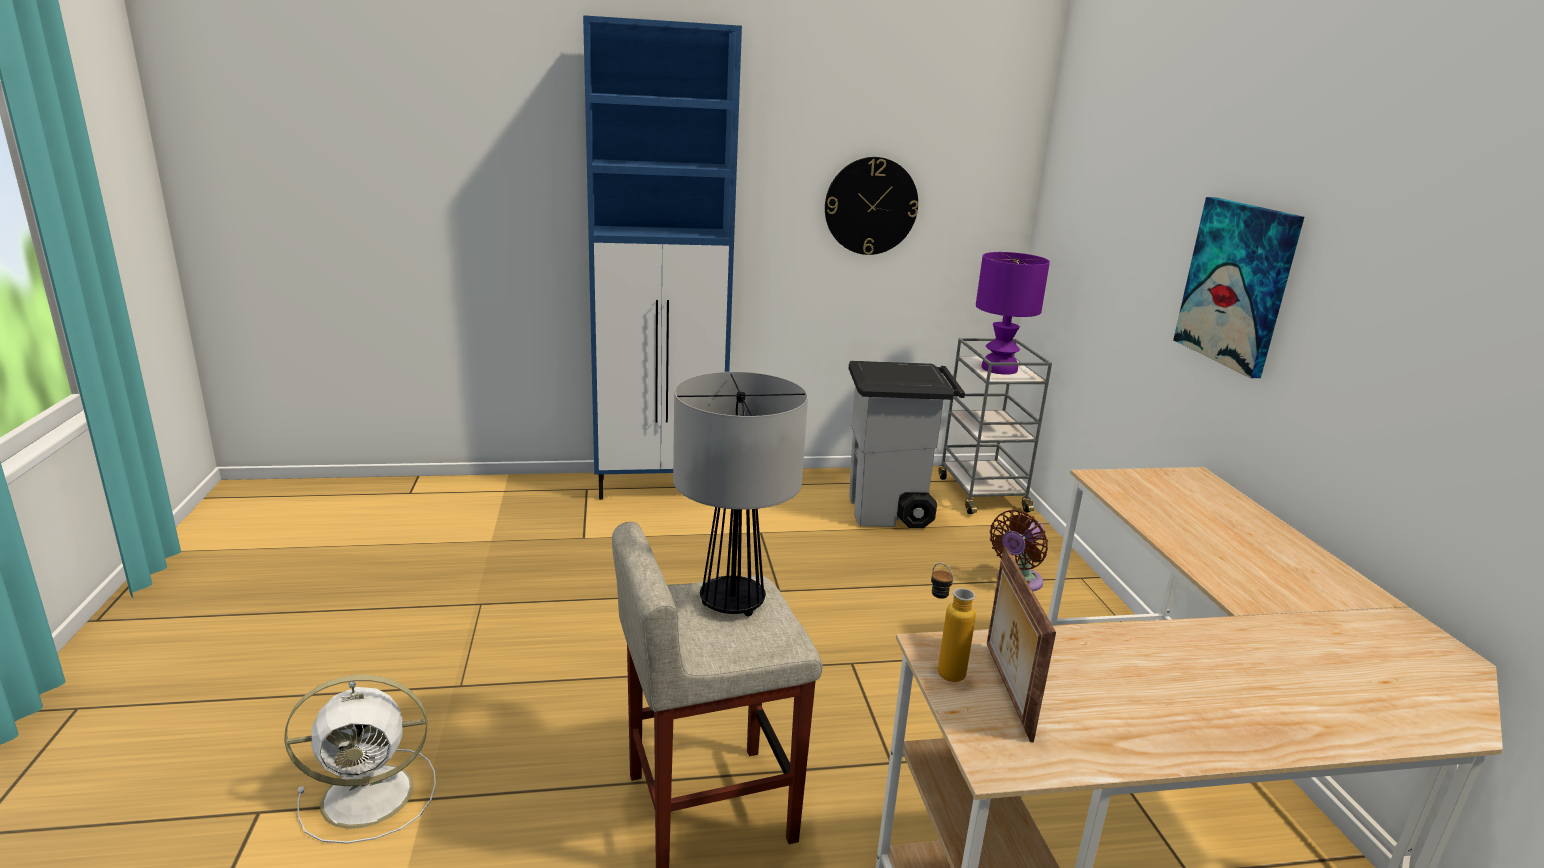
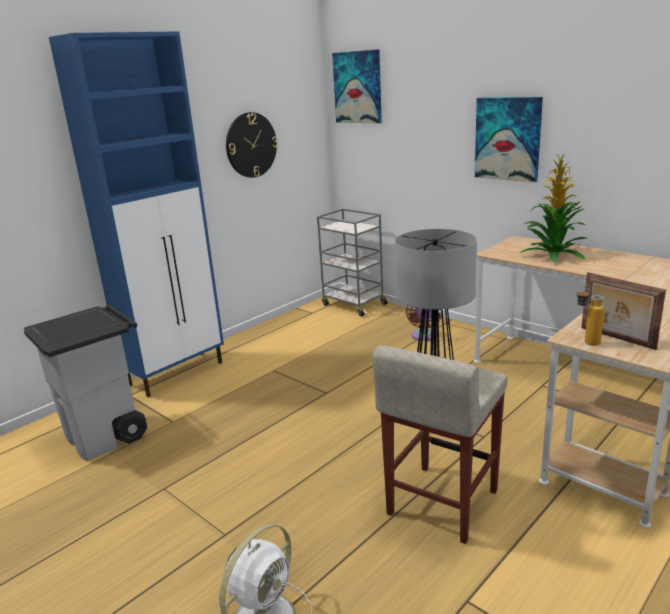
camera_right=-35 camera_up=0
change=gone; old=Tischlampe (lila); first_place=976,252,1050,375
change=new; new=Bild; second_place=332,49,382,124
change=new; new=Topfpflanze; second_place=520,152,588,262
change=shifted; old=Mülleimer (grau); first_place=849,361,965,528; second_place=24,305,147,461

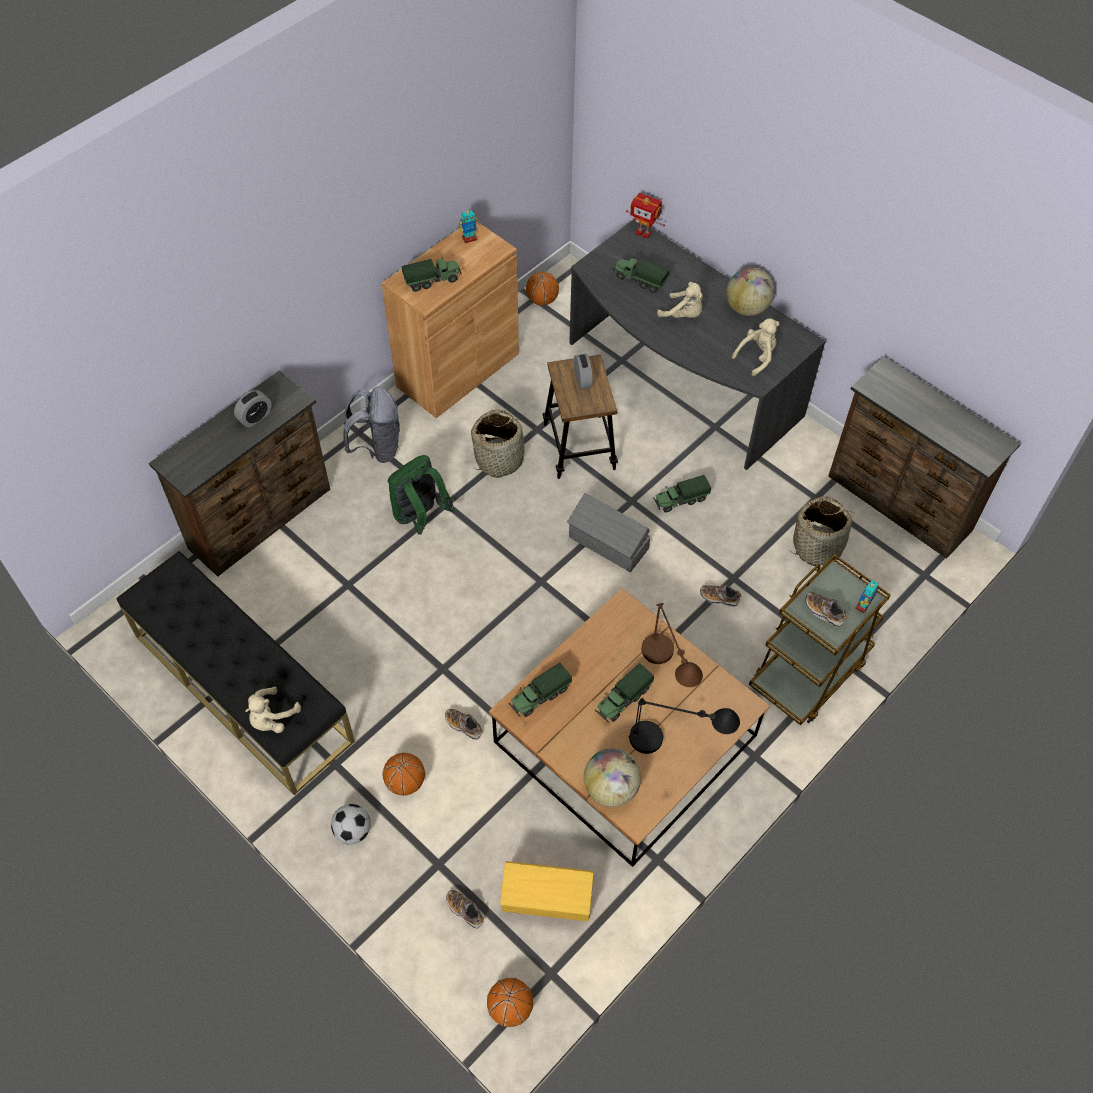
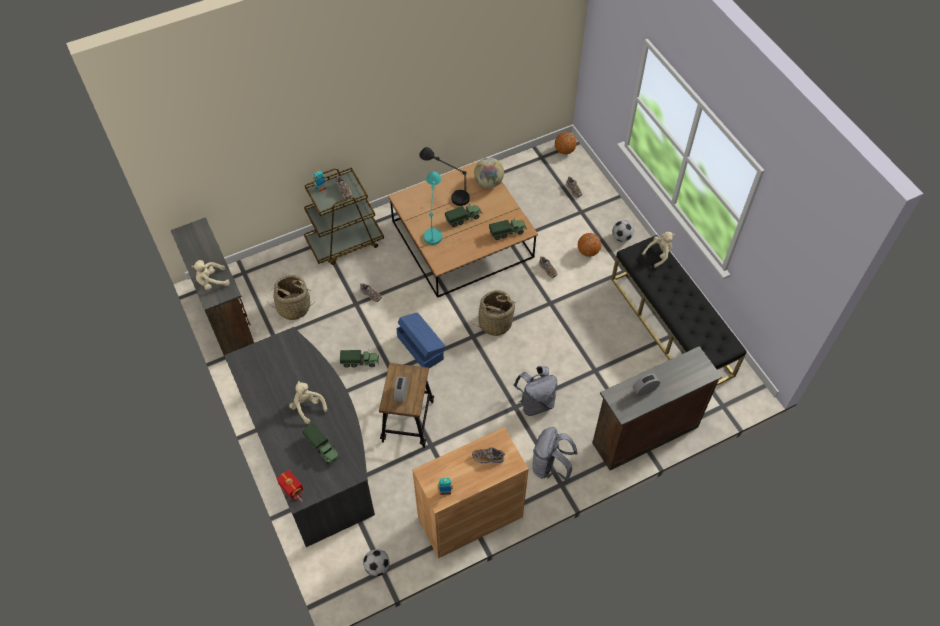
camera_right=-160 camera_up=0
change=gone; old=Aufbewahrungsbox (gelb); first_place=500,861,594,921
change=gone; old=Globus; first_place=726,268,774,316
change=shifted; old=Korb; first_place=471,409,531,478; second_place=472,290,516,336
change=shifted; old=Plüschtier (beige); first_place=732,319,779,376; second_place=192,260,230,290
change=swapped; old=Spielzeuglaster; new=Schuh; first_place=402,257,462,292; second_place=472,447,505,464
change=swapped; old=Basketball; new=Fußball; first_place=526,272,559,306; second_place=363,549,390,576
change=repainted; old=Rucksack (grün); new=Rucksack (grau); first_place=388,455,455,535; second_place=513,366,557,416
change=repainted; old=Aufbewahrungsbox (grau); new=Aufbewahrungsbox (blau); first_place=567,493,651,572; second_place=396,312,446,368
change=repainted; old=Tischlampe (braun); new=Tischlampe (türkis); first_place=642,603,703,687; second_place=423,171,442,245

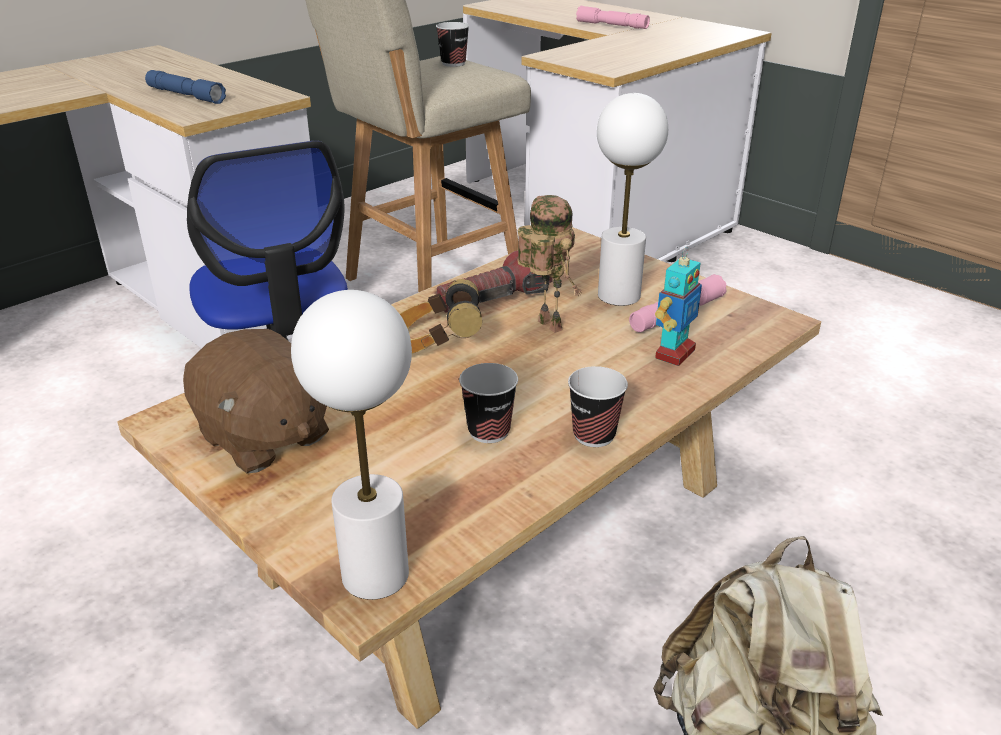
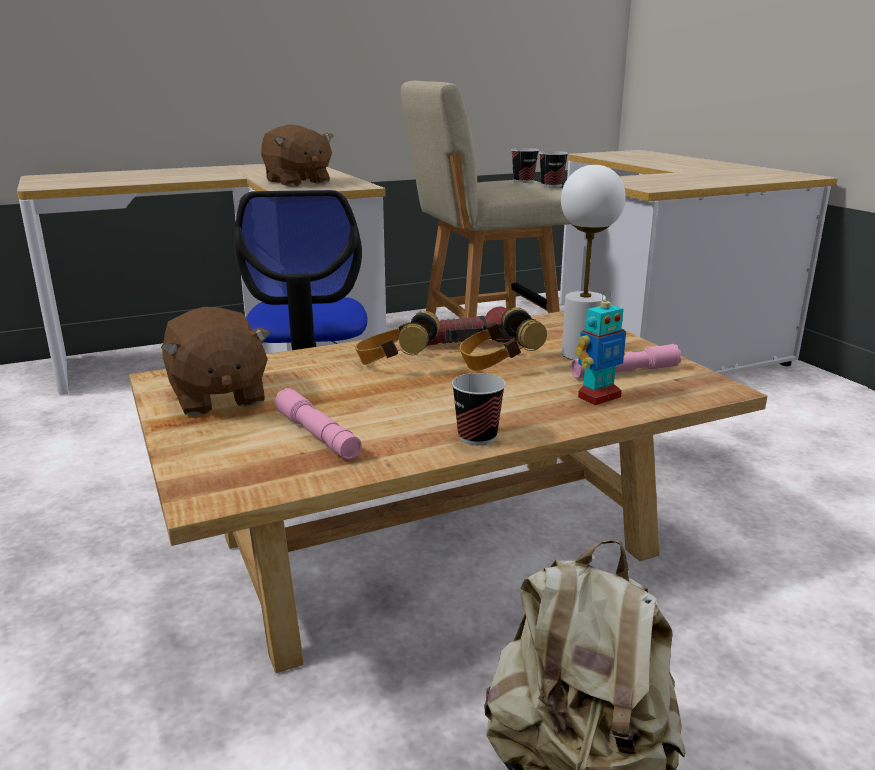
camera_right=20 camera_up=-10
change=gone; old=Tischlampe (weiß); first_place=291,290,412,600
change=shifted; old=Tasse; first_place=459,363,518,443; second_place=539,151,568,187
change=shifted; old=Taschenlampe (rosa); first_place=576,6,650,29; second_place=274,388,362,460
change=swapped; old=Taschenlampe (blau); new=Plüschtier (braun); first_place=145,70,226,104; second_place=261,125,334,187
change=swapped; old=Spielzeugroboter; new=Kopfhörer; first_place=517,195,582,333; second_place=459,307,547,370

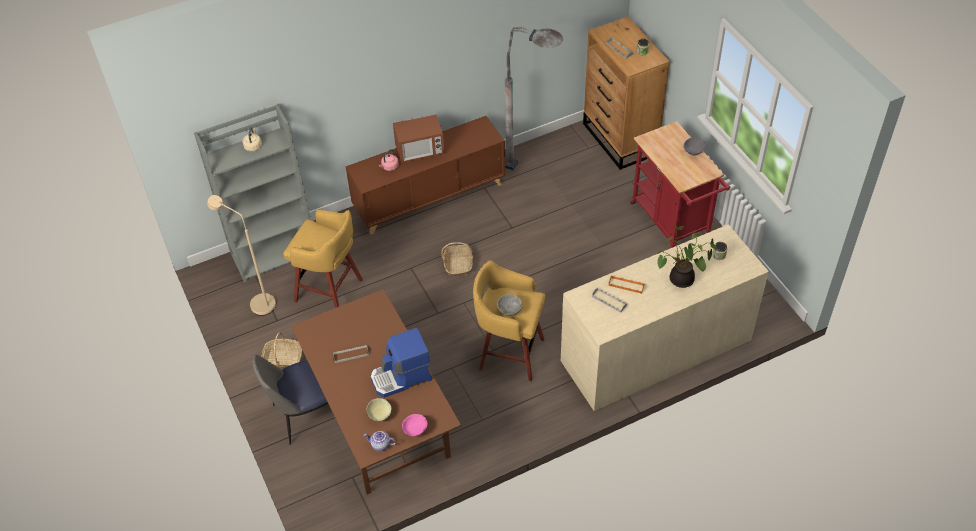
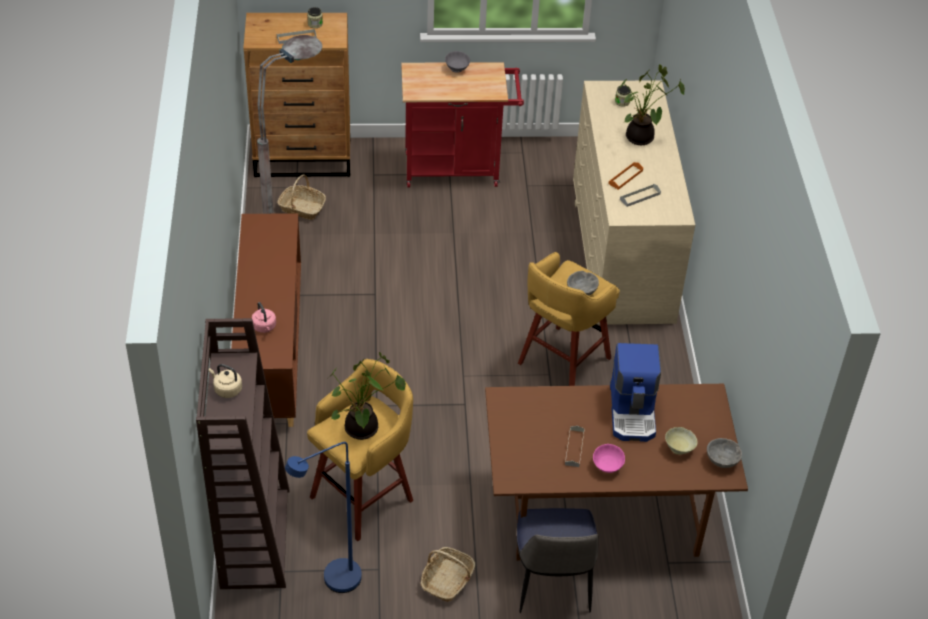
camera_right=-70 camera_up=-5
change=gone; old=Mikrowelle; first_place=393,114,445,163
change=new; new=Topfpflanze; second_place=327,352,406,440
change=shifted; old=Schüssel (rosa); first_place=402,414,428,437; second_place=593,444,625,473
change=shifted; old=Korb; first_place=441,242,473,276; second_place=277,174,326,220
change=swapped; old=Teekanne; new=Schüssel (grau); first_place=364,431,396,451; second_place=707,438,742,468
change=repainted; old=Bücherregal (grau); new=Bücherregal (braun); first_place=194,104,311,282; second_place=196,318,290,589
change=repainted; old=Stehlampe (beige); new=Stehlampe (blau); first_place=207,195,276,316; second_place=285,442,362,593

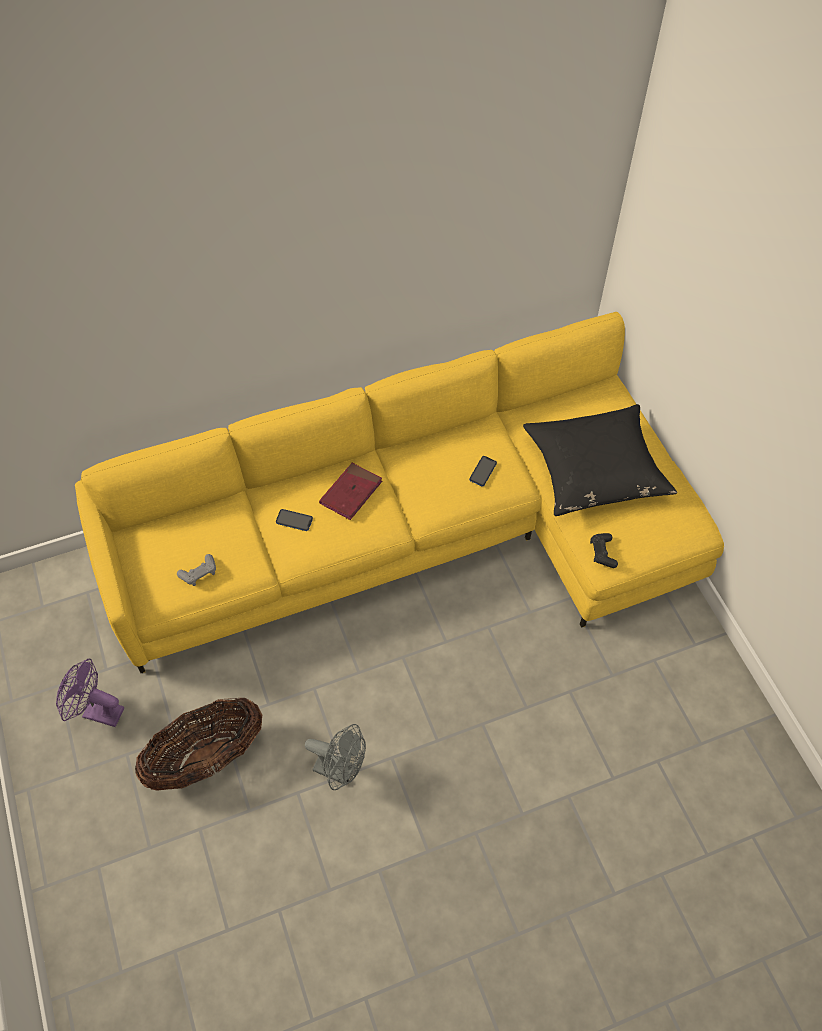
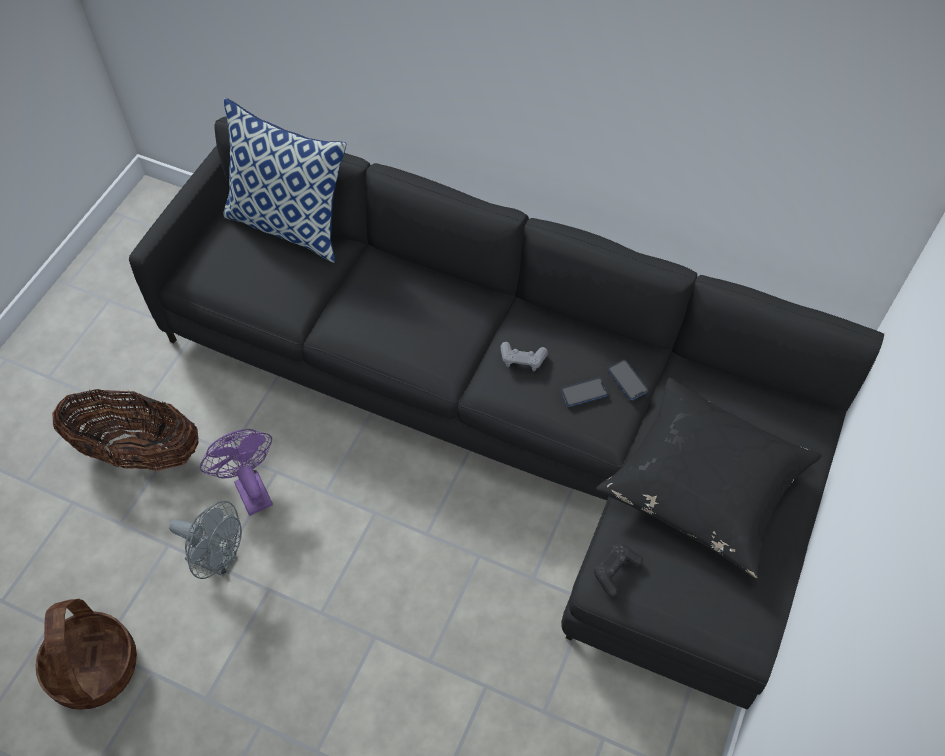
camera_right=45 camera_up=0
change=gone; old=Buch (rot); first_place=319,463,382,520
change=new; new=Korb; second_place=36,599,137,710
change=new; new=Kissen; second_place=223,98,346,262
change=shifted; old=Ventilator (lila); first_place=56,658,124,727; second_place=200,429,273,516
change=shifted; old=Gamepad (grau); first_place=177,554,216,586; second_place=501,342,548,371
change=shifted; old=Handy; first_place=276,509,313,531; second_place=608,360,648,400
change=repainted; old=Sofa (gelb); new=Sofa (schwarz); first_place=75,312,724,673; second_place=129,116,884,709
change=rotated; old=Ventilator (grau); first_place=305,724,366,790; second_place=169,501,242,579; degrees=-45

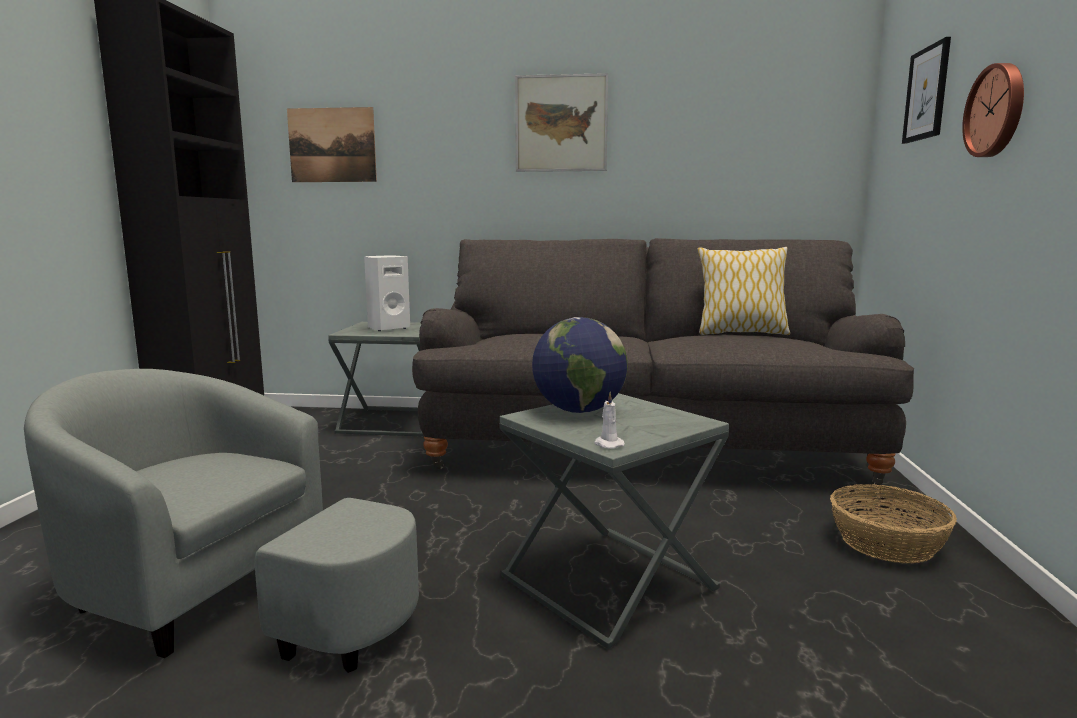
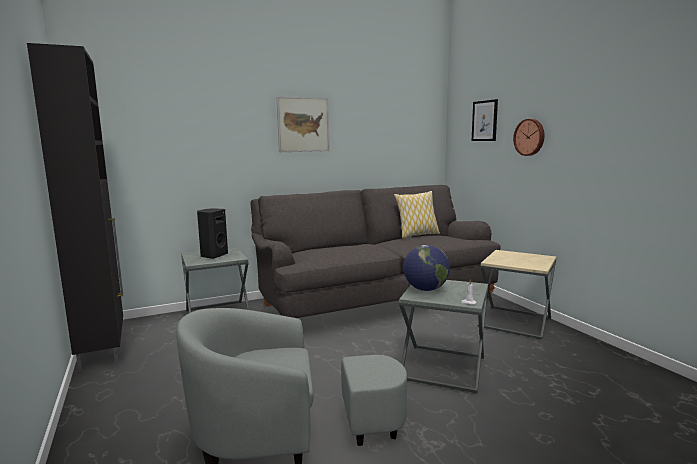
camera_right=-30 camera_up=0
change=gone; old=Bild; first_place=287,107,377,182
change=swapped; old=Korb; new=Beistelltisch (beige); first_place=830,484,957,563; second_place=478,250,556,339
change=repainted; old=Lautsprecher (weiß); new=Lautsprecher (schwarz); first_place=364,256,410,331; second_place=197,208,228,259

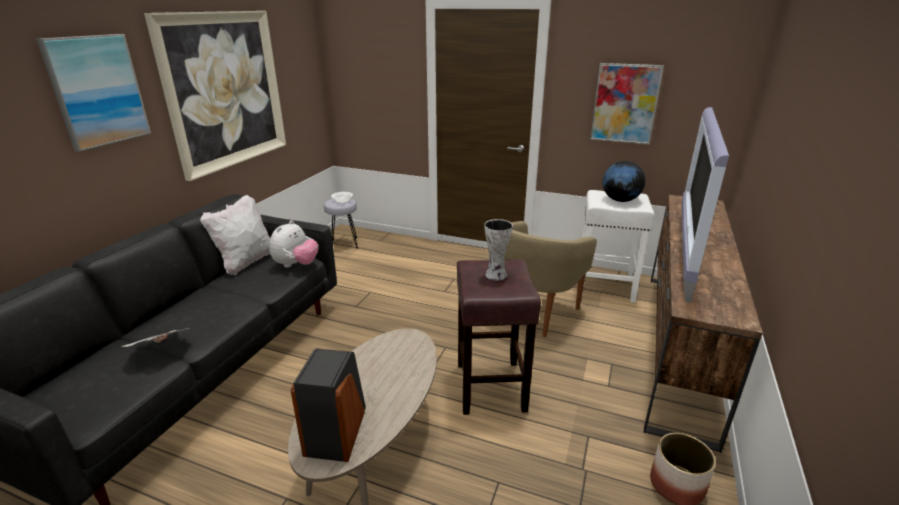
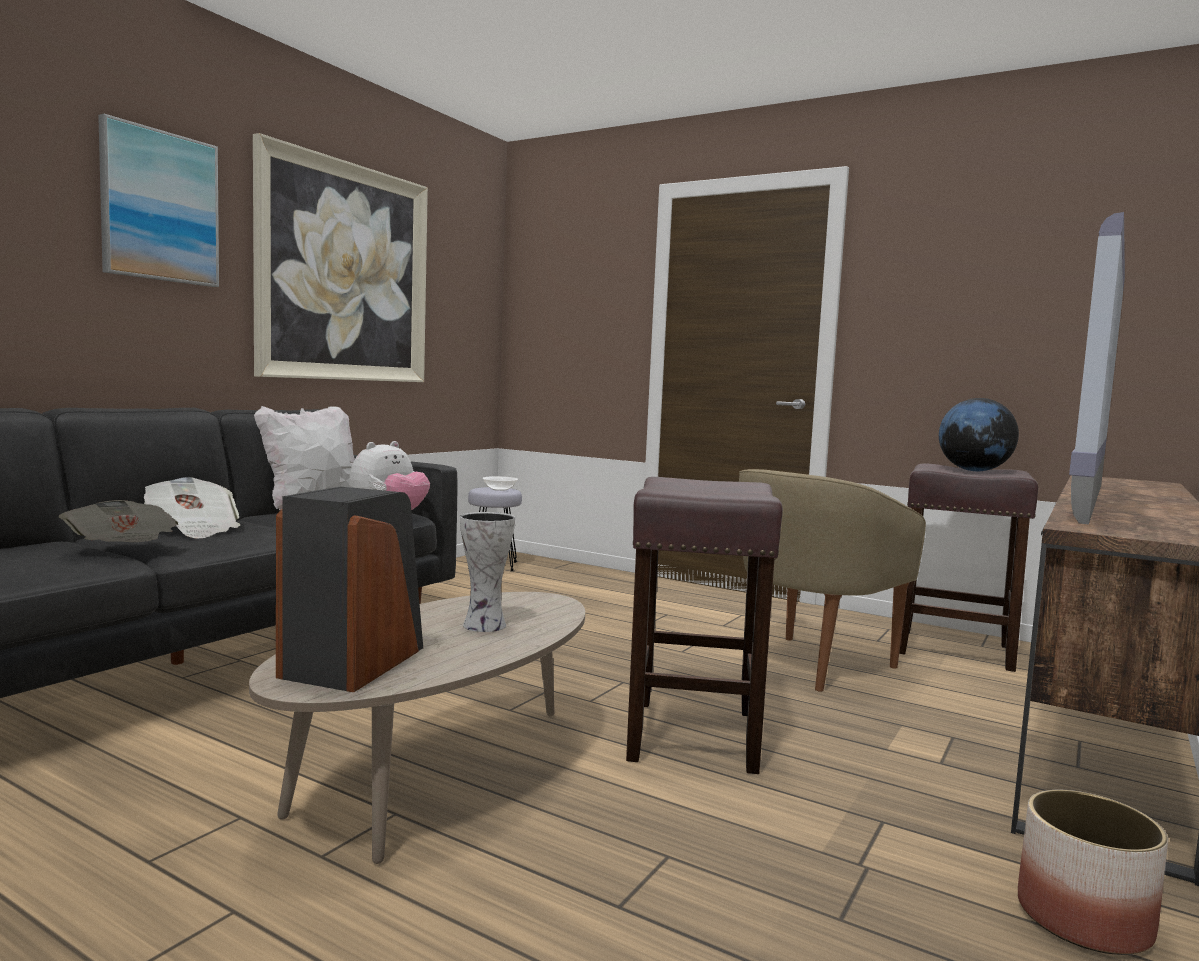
camera_right=10 camera_up=-20
change=gone; old=Bild; first_place=590,63,664,145
change=new; new=Zeitung; second_place=144,477,240,539
change=shifted; old=Vase; first_place=484,219,513,281; second_place=460,512,515,632
change=repainted; old=Hocker (weiß); new=Hocker (braun); first_place=582,190,654,303; second_place=899,464,1038,672

